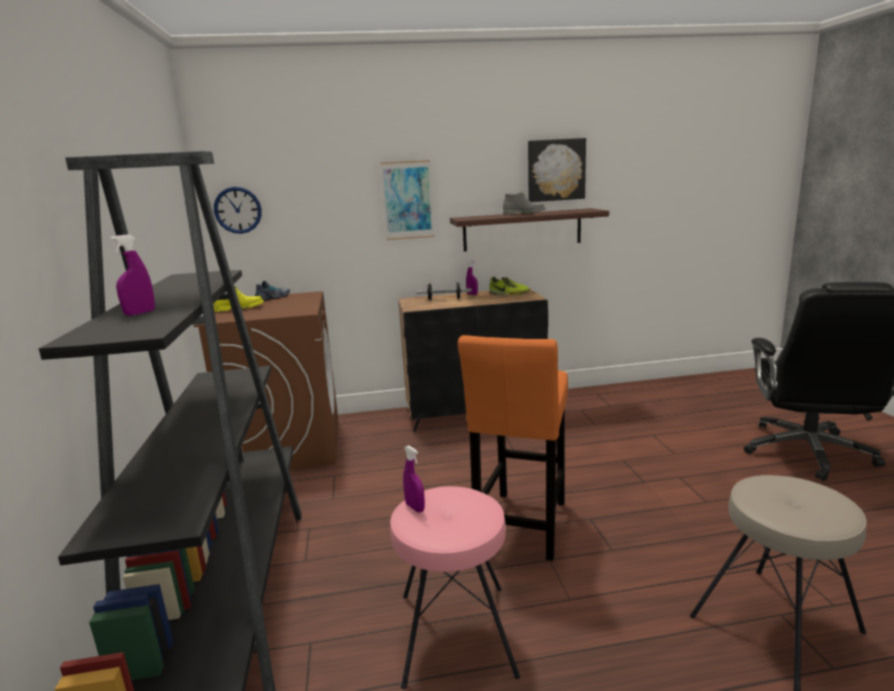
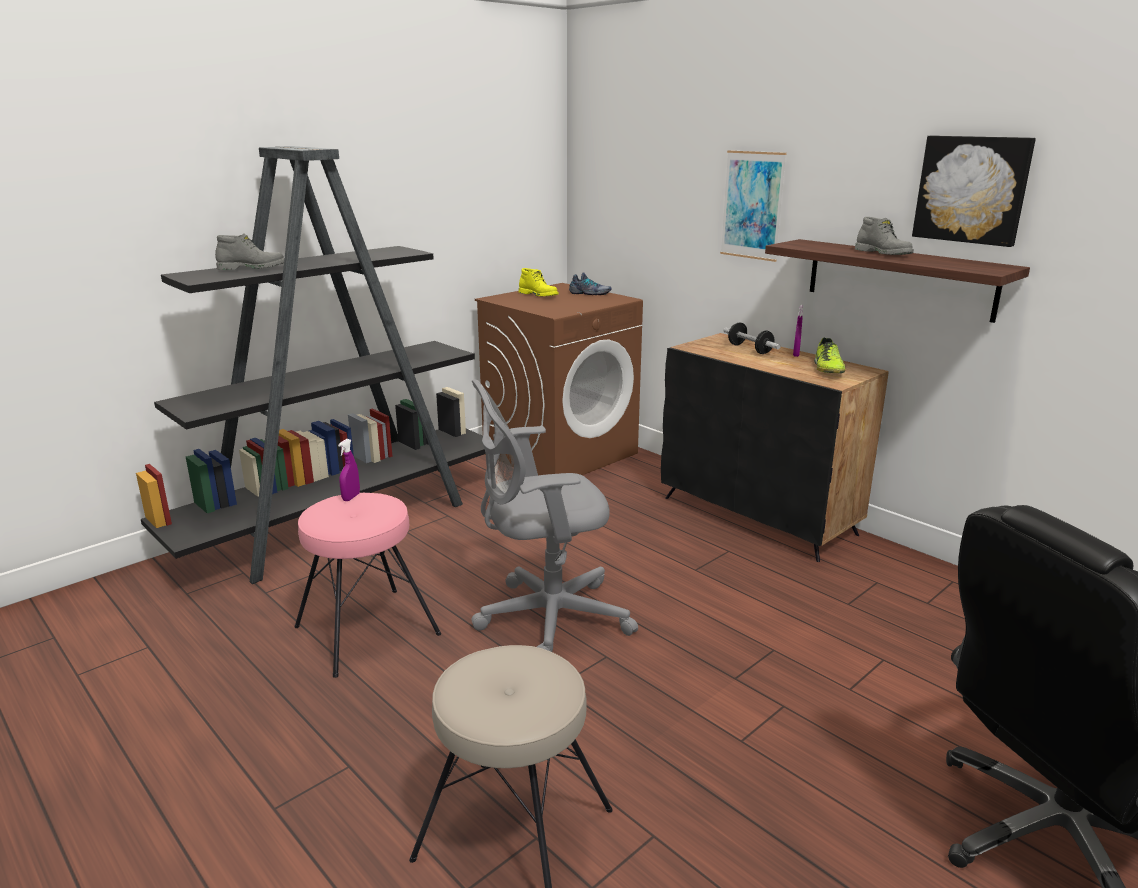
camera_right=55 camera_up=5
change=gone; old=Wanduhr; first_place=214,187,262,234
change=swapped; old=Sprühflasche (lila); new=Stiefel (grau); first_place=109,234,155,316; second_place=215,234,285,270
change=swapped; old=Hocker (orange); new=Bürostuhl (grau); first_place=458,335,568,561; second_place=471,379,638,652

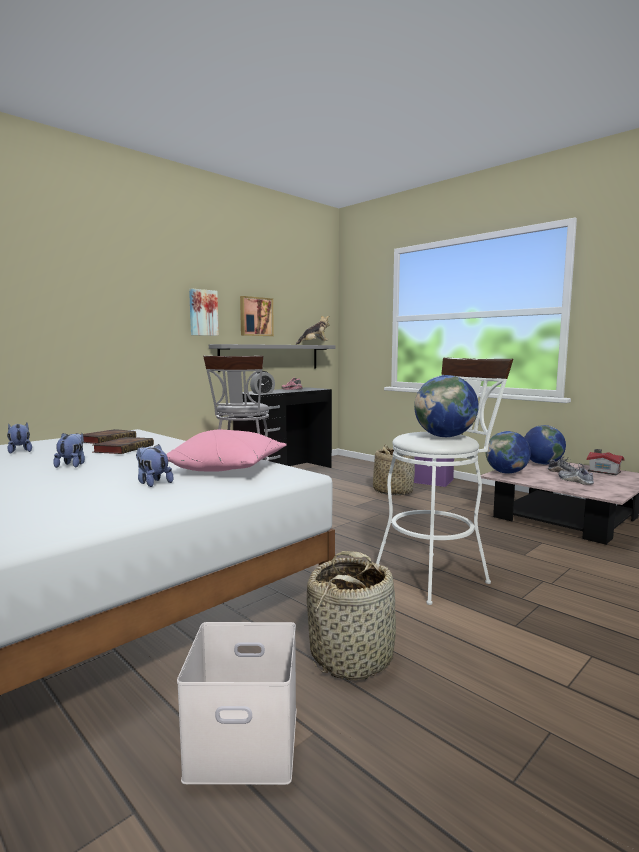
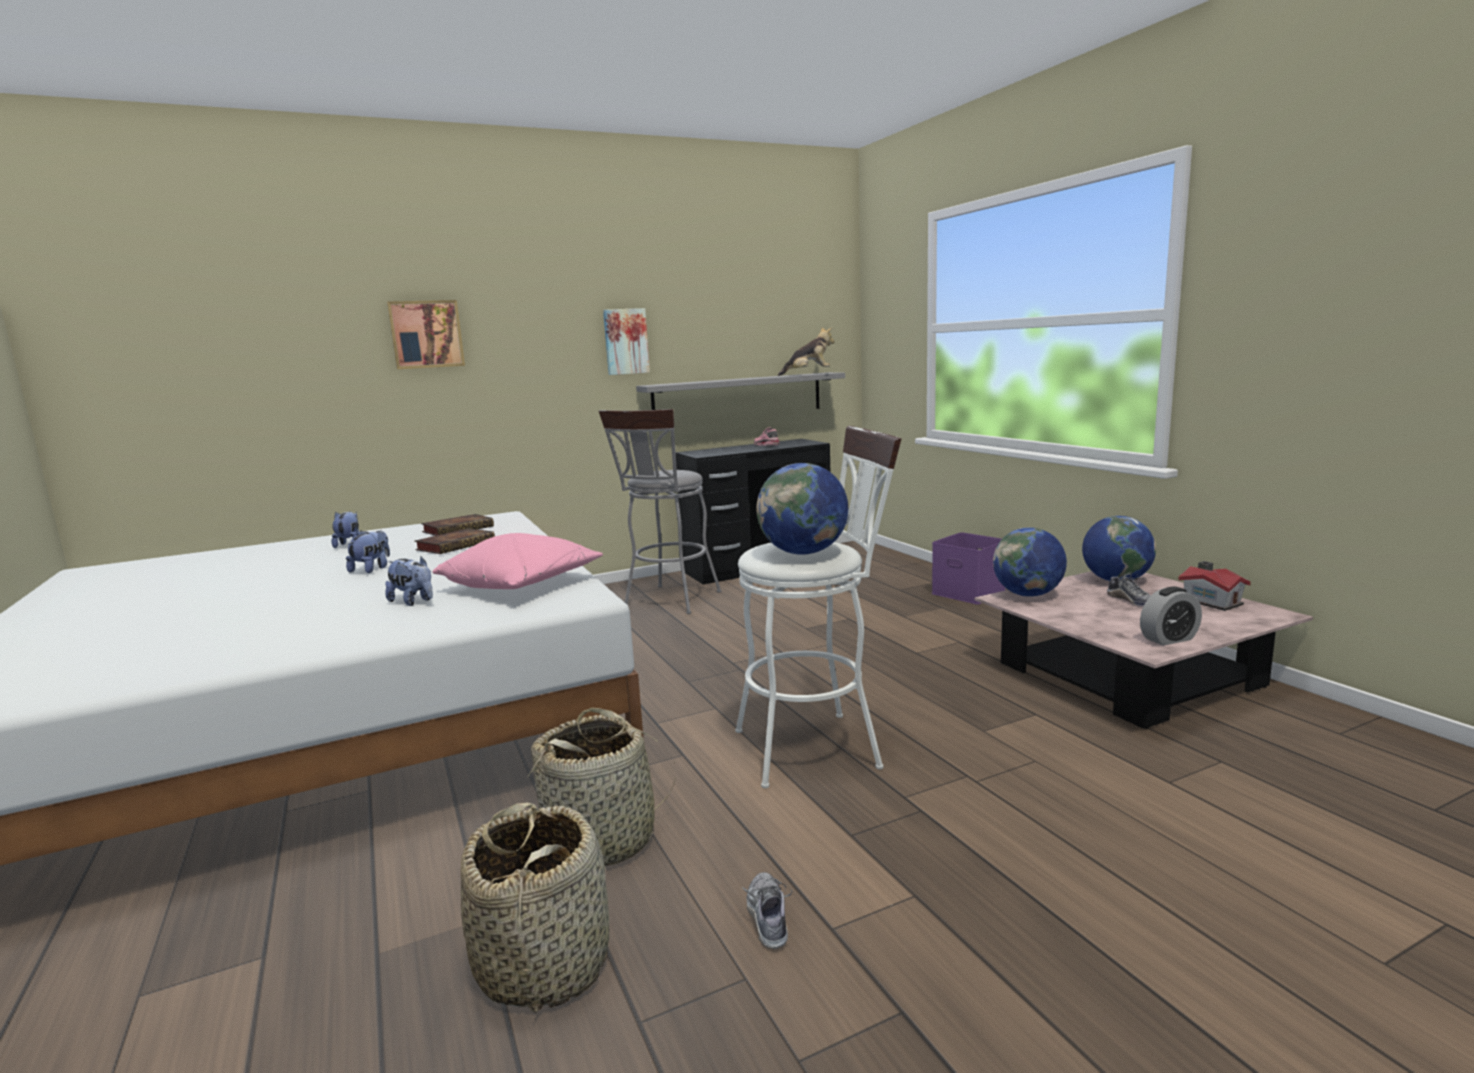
camera_right=20 camera_up=5
change=gone; old=Aufbewahrungsbox (weiß); first_place=177,622,297,785
change=shifted; old=Bild; first_place=240,296,274,336; second_place=387,300,465,369
change=shifted; old=Wecker; first_place=250,371,275,394; second_place=1140,587,1202,646
change=shifted; old=Korb; first_place=373,444,415,495; second_place=461,803,609,1013
change=shifted; old=Schuh; first_place=558,463,594,485; second_place=741,872,792,949
change=rotated; old=Plüschtier; first_place=136,444,173,487; second_place=385,556,433,606; degrees=150

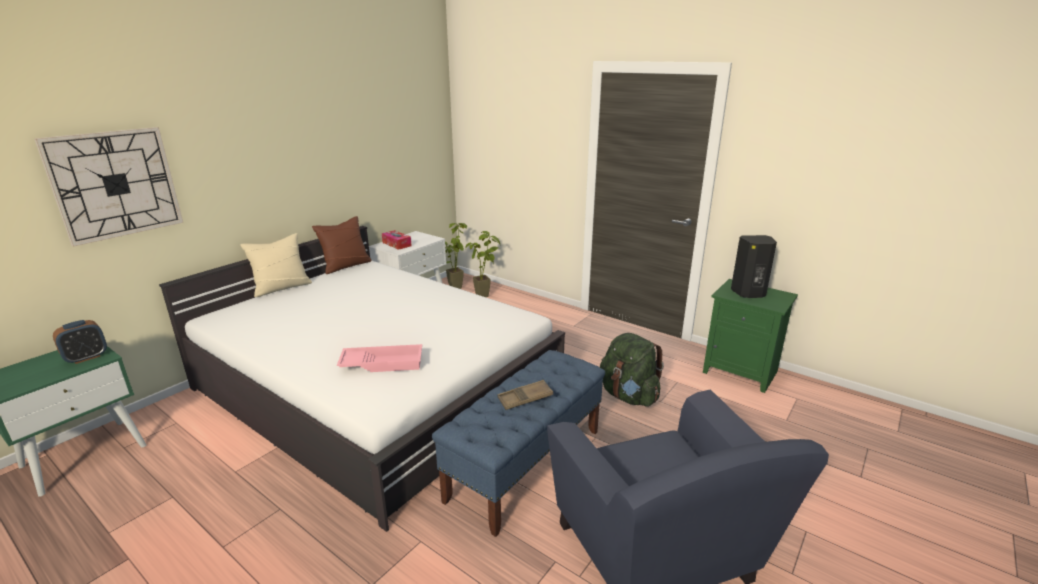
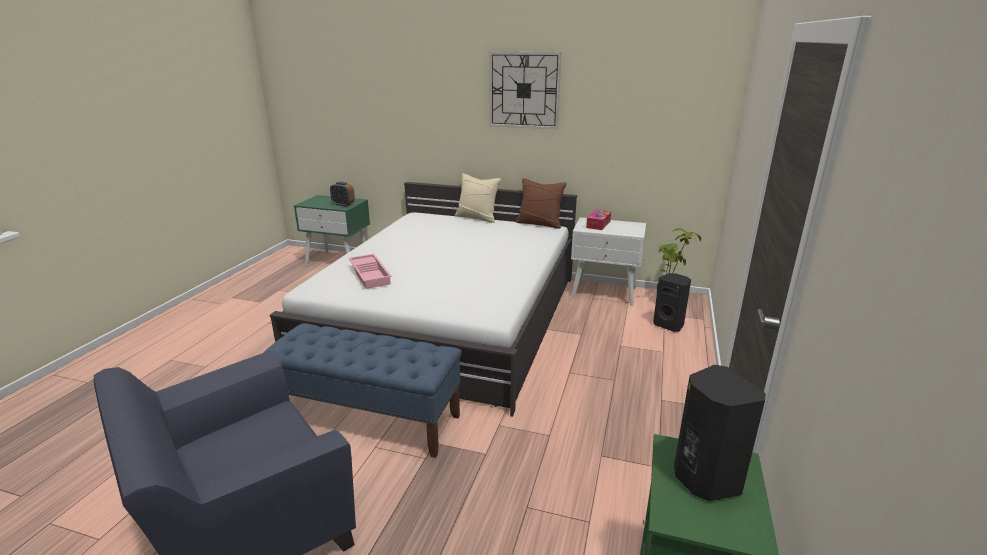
camera_right=70 camera_up=0
change=gone; old=Tablett (braun); first_place=497,380,553,410
change=gone; old=Rucksack (grün); first_place=600,333,664,407
change=shifted; old=Wanduhr; first_place=34,127,183,247; second_place=489,52,561,129
change=swapped; old=Topfpflanze; new=Lautsprecher (schwarz); first_place=465,231,500,297; second_place=653,273,691,332

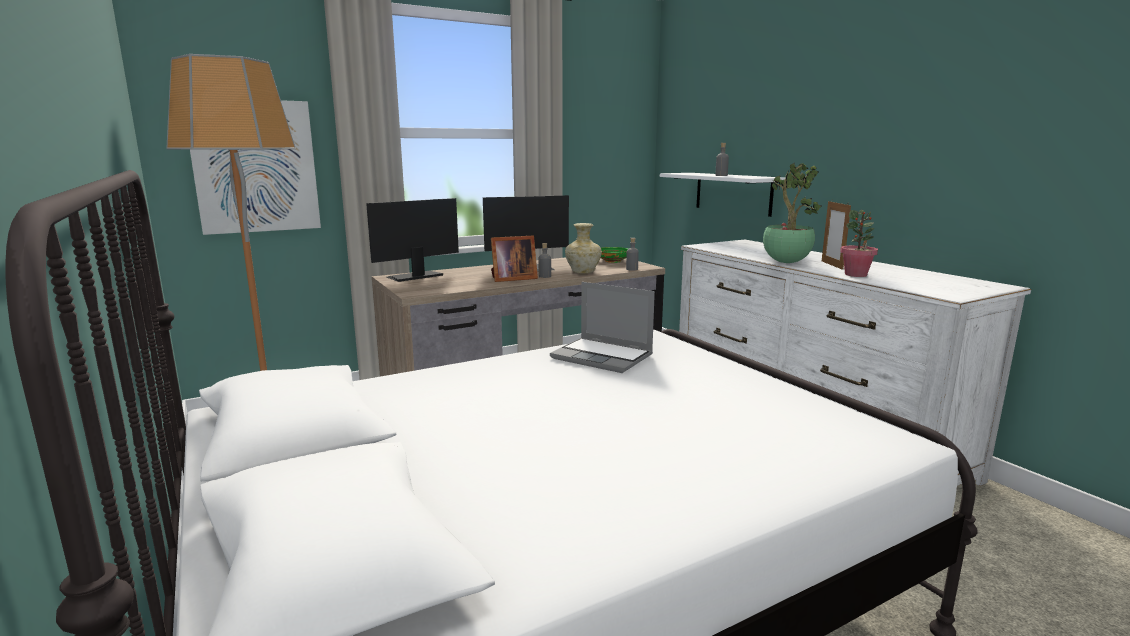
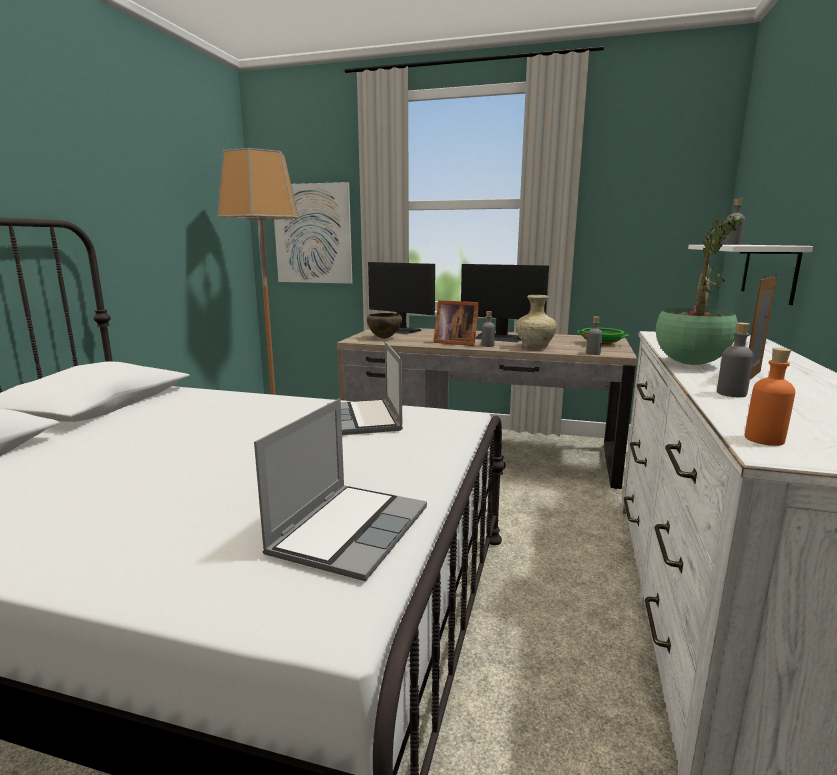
camera_right=45 camera_up=0
change=new; new=Laptop; second_place=254,398,427,581
change=new; new=Schüssel (braun); second_place=367,313,402,339
change=new; new=Flasche (orange); second_place=745,348,795,446
change=swapped; old=Topfpflanze; new=Flasche (grau); first_place=840,210,878,277; second_place=717,322,754,397
change=rotated; old=Monitor; first_place=366,198,459,282; second_place=368,262,435,334; degrees=-150

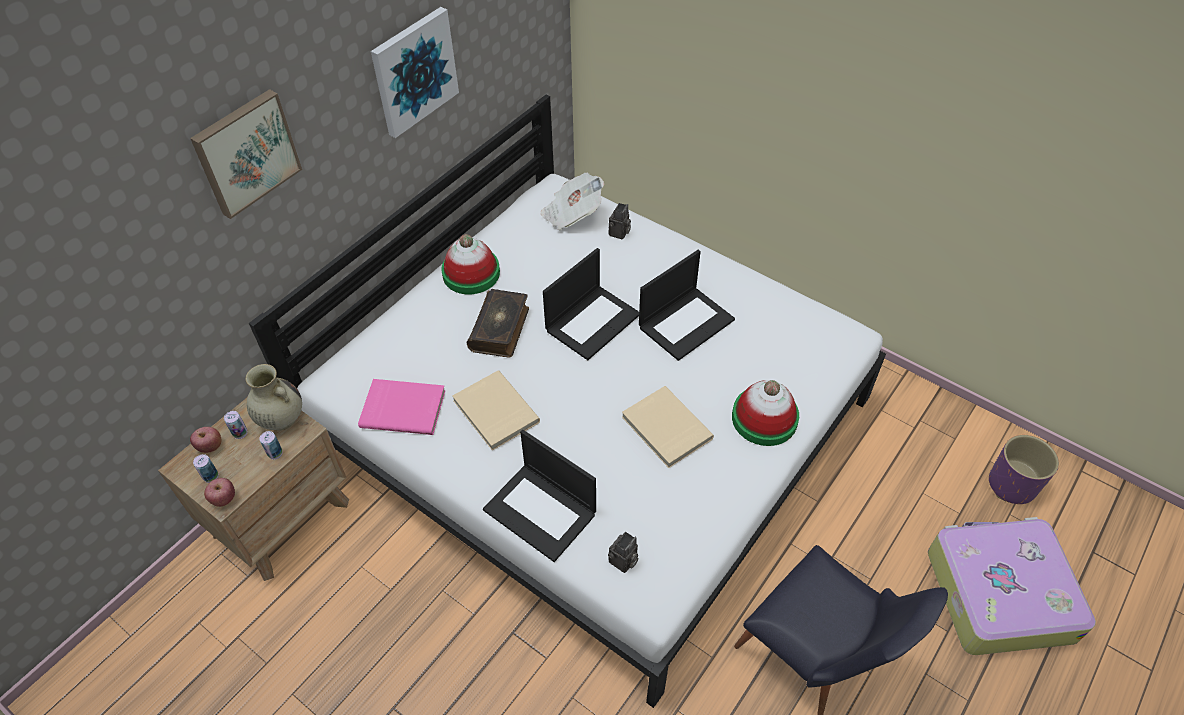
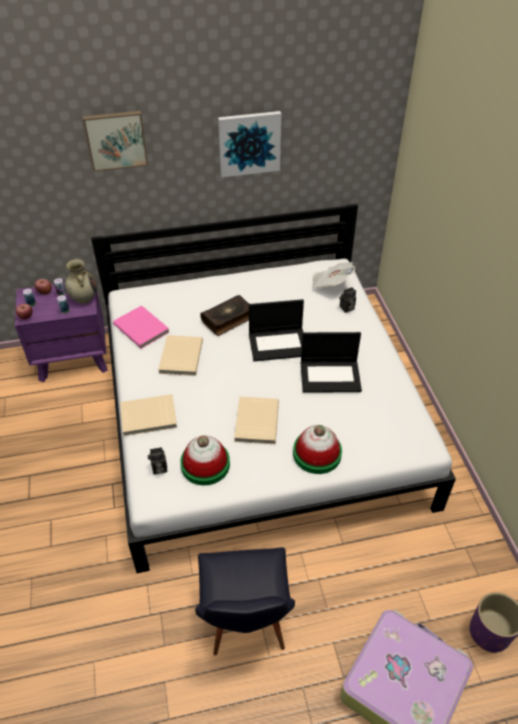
camera_right=40 camera_up=-5
change=shifted; old=Hut; first_place=441,234,500,294; second_place=180,436,230,485
change=swapped; old=Laptop; new=Buch (beige); first_place=483,430,596,562; second_place=120,394,177,436
change=repainted; old=Nachttisch (braun); new=Nachttisch (lila); first_place=158,398,349,581; second_place=15,283,108,382

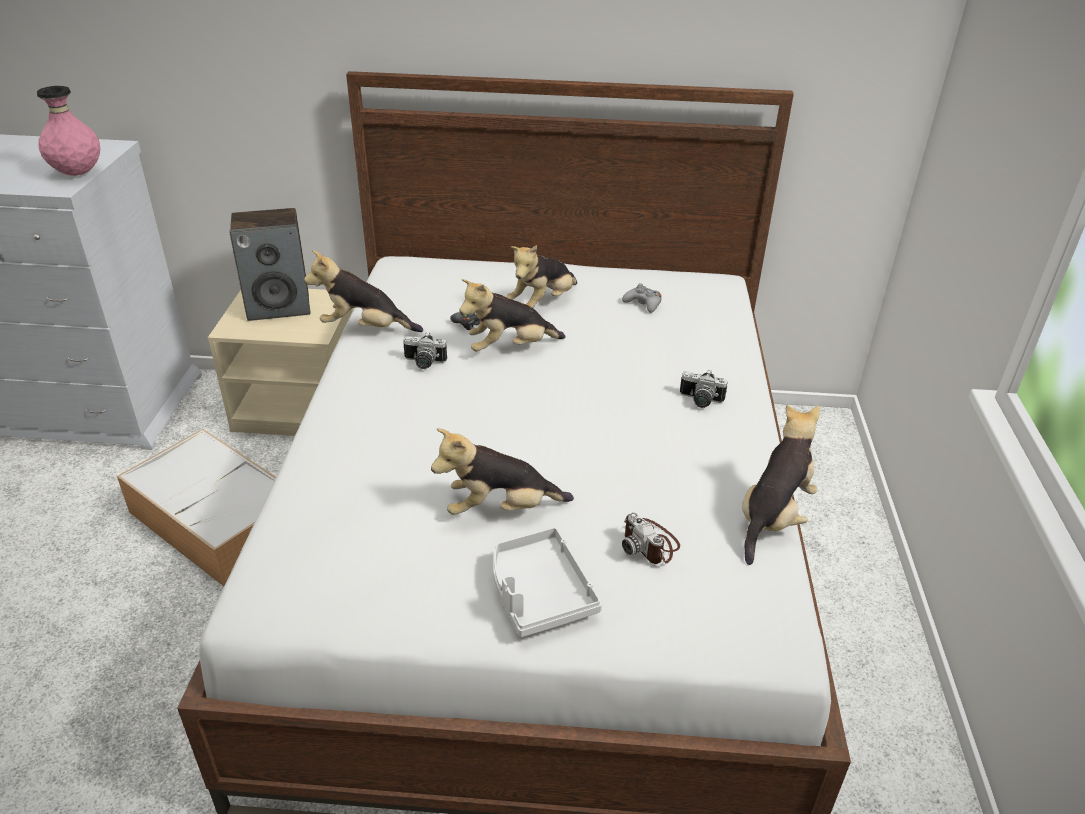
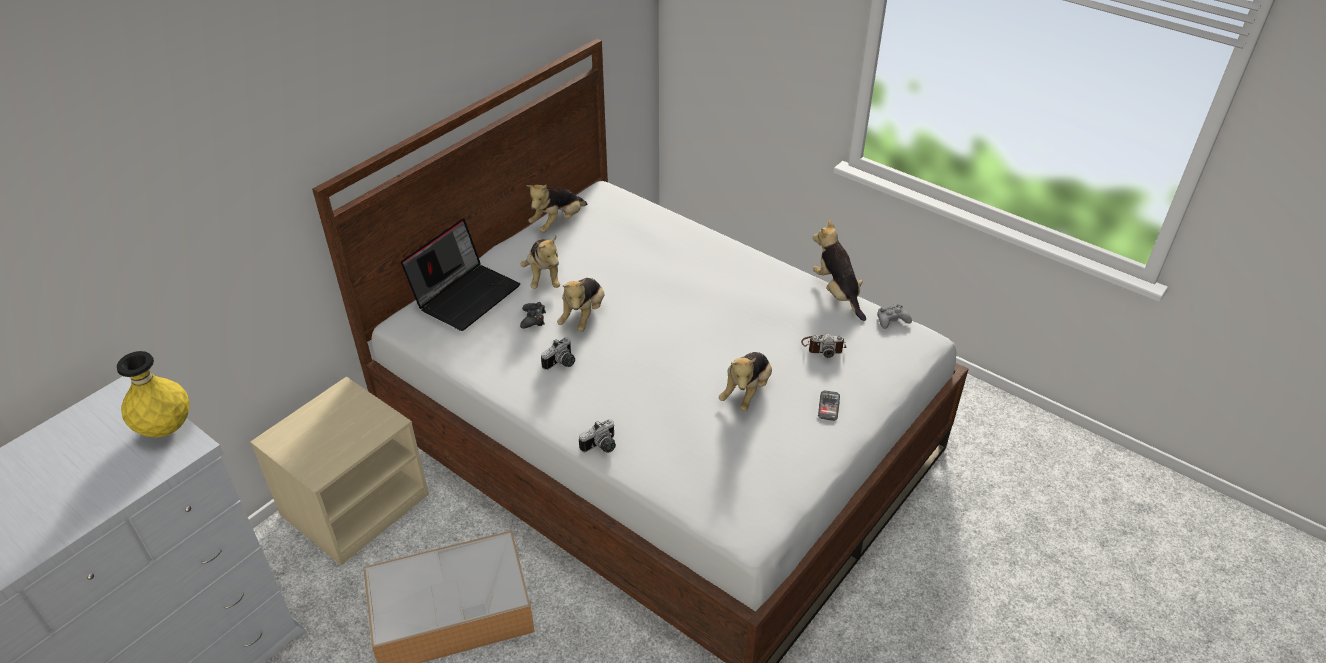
camera_right=-55 camera_up=5
change=gone; old=Lautsprecher; first_place=229,208,310,321
change=new; new=Laptop; second_place=401,218,520,331
change=shifted; old=Plüschtier; first_place=304,250,423,332; second_place=526,185,587,233
change=shifted; old=Gamepad (grau); first_place=622,283,662,313; second_place=877,304,912,329
change=shifted; old=Kamera; first_place=680,370,728,408; second_place=579,419,616,453
change=swapped; old=Tablett (grau); new=Handy; first_place=493,527,602,637; second_place=818,391,840,421
change=repainted; old=Vase (rosa); new=Vase (gelb); first_place=37,86,100,176; second_place=117,351,190,438

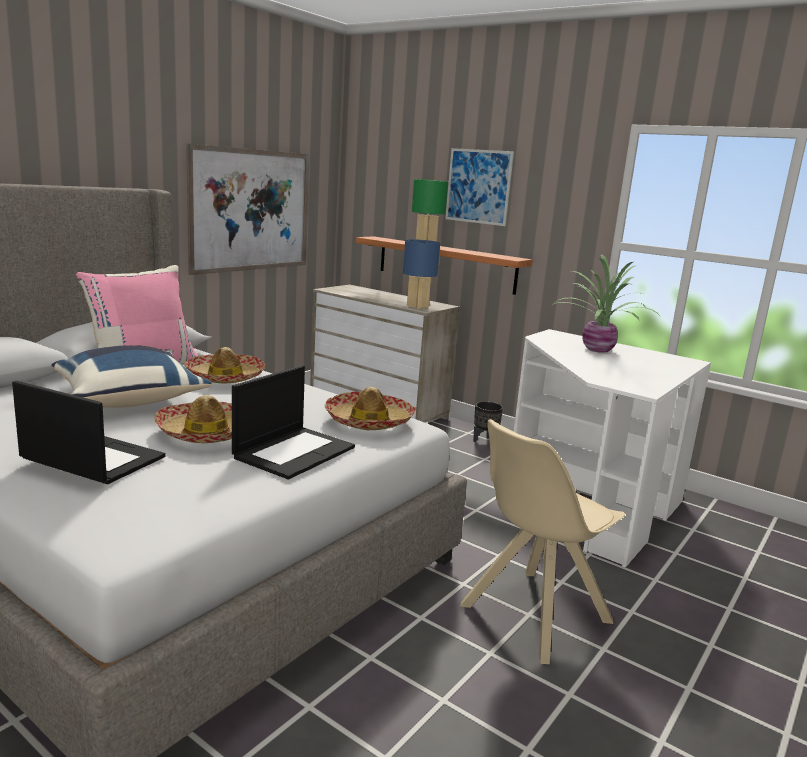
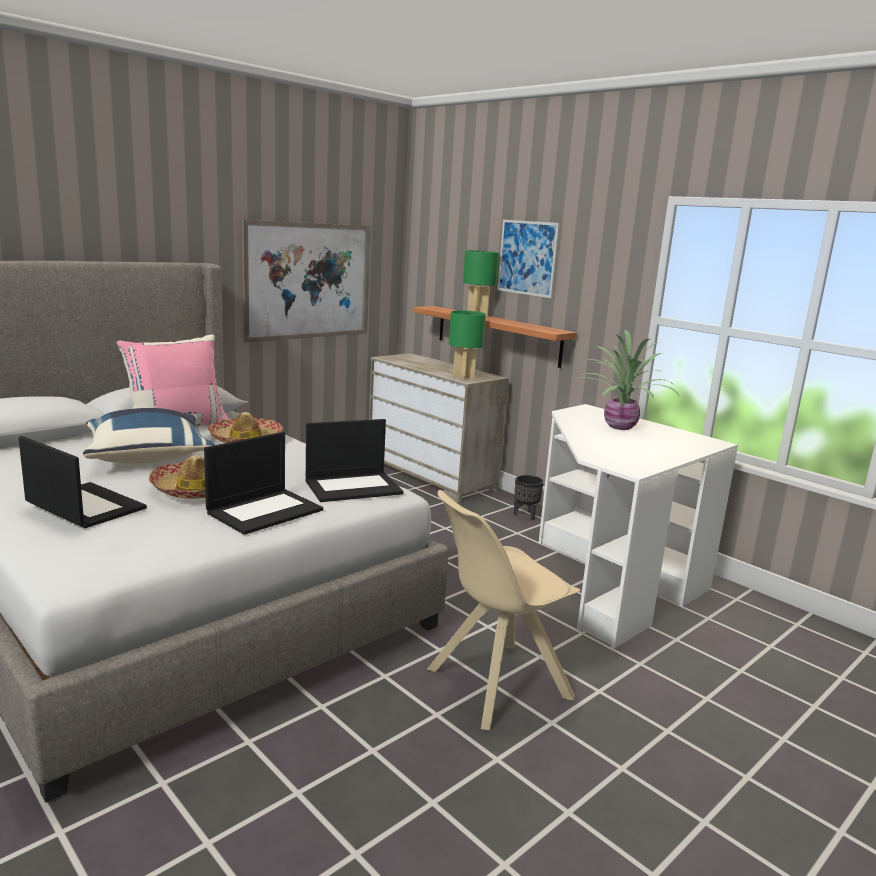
camera_right=10 camera_up=0
change=swapped; old=Hut; new=Laptop; first_place=325,387,416,430; second_place=306,419,403,502
change=repainted; old=Tischlampe (blau); new=Tischlampe (grün); first_place=403,239,440,309; second_place=449,310,486,380

